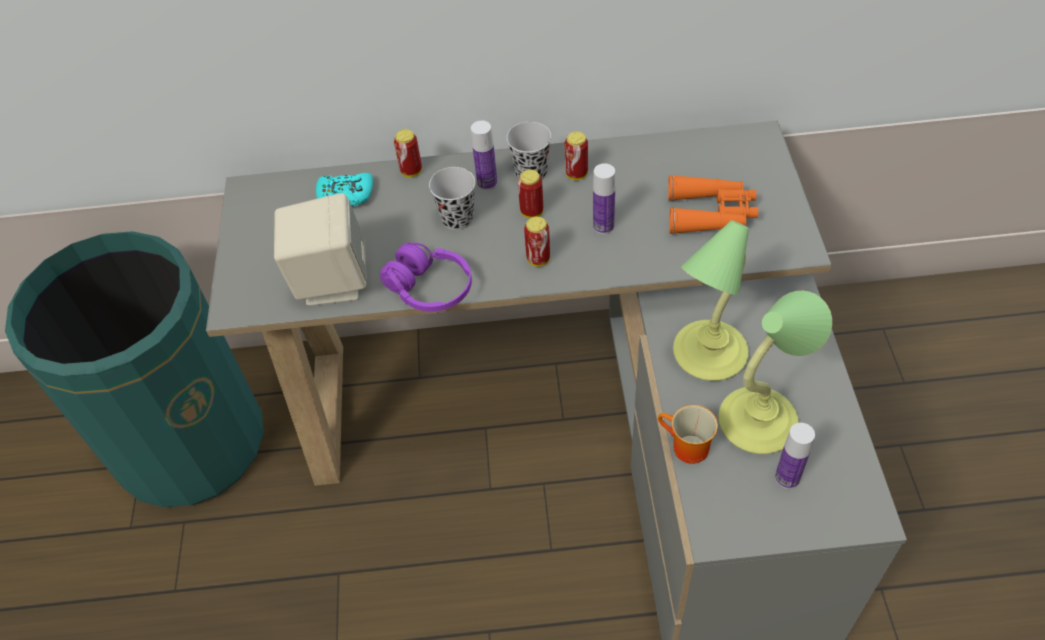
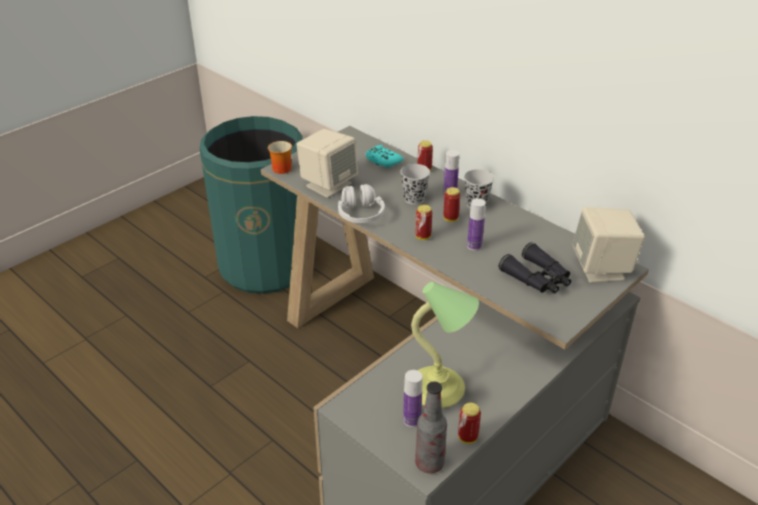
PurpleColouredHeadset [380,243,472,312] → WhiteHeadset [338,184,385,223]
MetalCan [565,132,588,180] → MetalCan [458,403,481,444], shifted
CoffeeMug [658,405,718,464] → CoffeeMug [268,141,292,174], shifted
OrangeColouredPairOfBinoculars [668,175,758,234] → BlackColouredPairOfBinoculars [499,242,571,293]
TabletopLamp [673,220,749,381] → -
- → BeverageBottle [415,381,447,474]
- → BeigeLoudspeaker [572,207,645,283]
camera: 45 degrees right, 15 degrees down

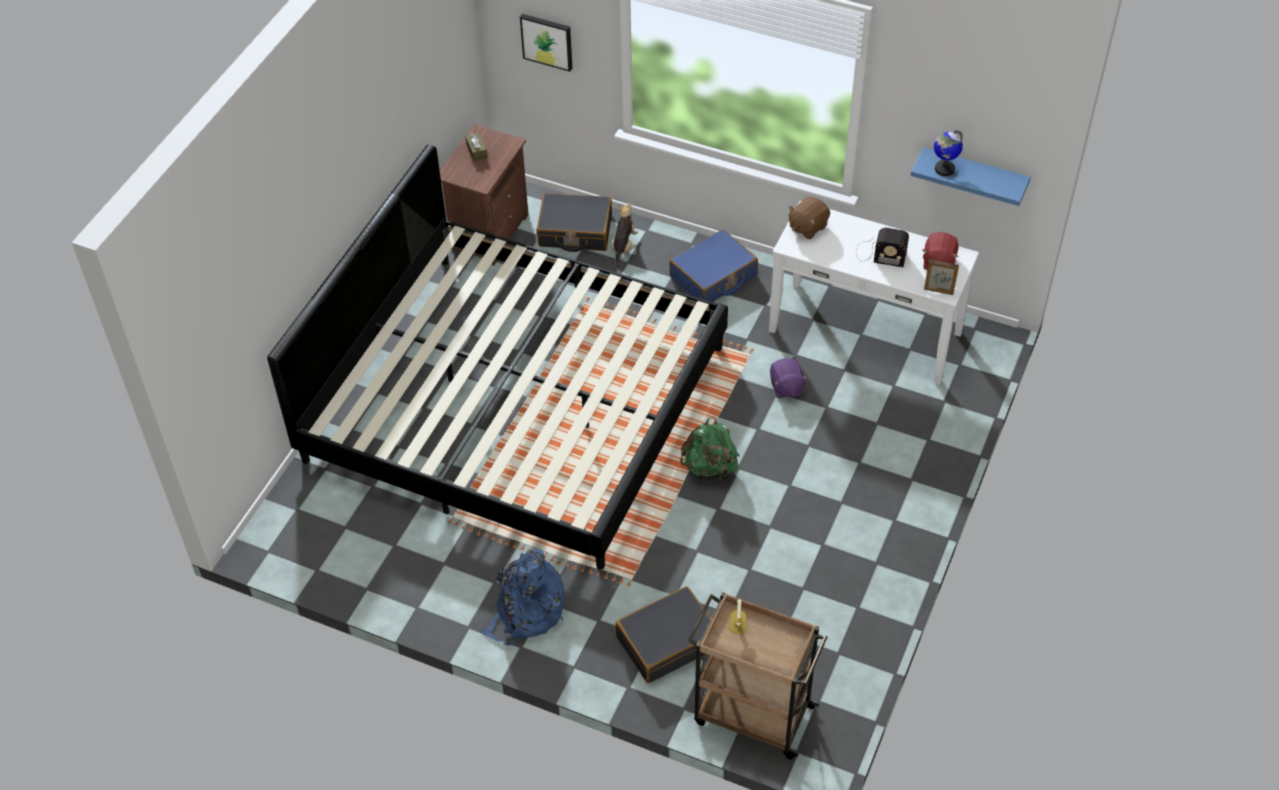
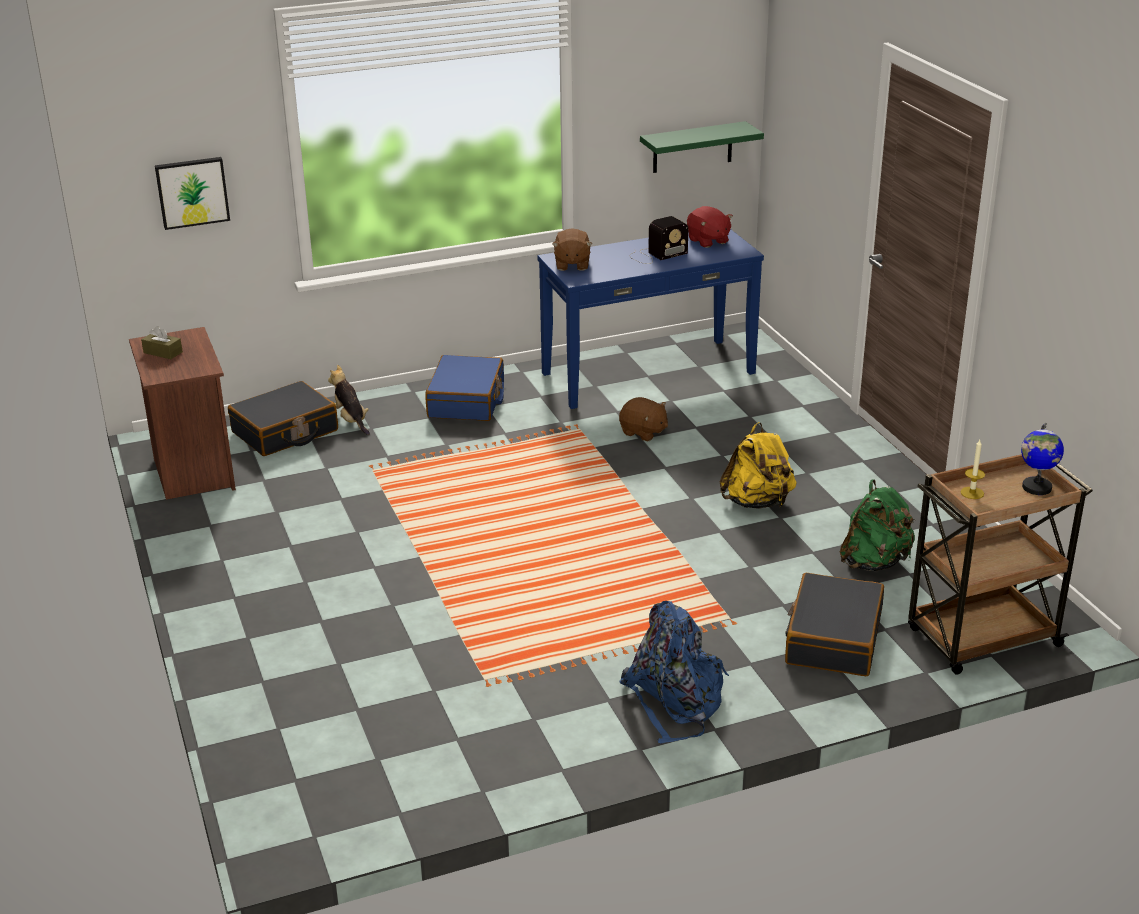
Bed [267,145,728,570] → -
GreenColouredBackpack [680,416,740,481] → GreenColouredBackpack [840,480,915,571], shifted
WhiteHallTable [769,201,979,385] → BluishHallTable [537,229,764,409]
PurpleColouredPlushToy [770,358,808,398] → BrownishPlushToy [619,397,668,442]
BluishShelf [911,147,1031,206] → GreenColouredShelf [640,121,764,173]
StandingFrame [924,259,959,295] → -
Globe [934,130,963,176] → Globe [1021,423,1064,495], shifted
- → YellowBackpack [720,422,797,509]
camera: 45 degrees left, 20 degrees down

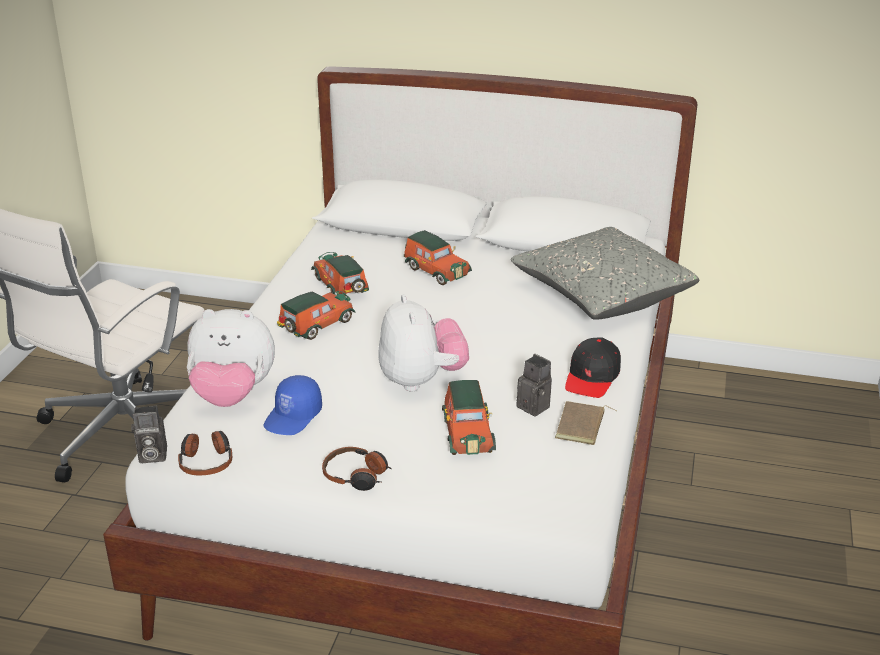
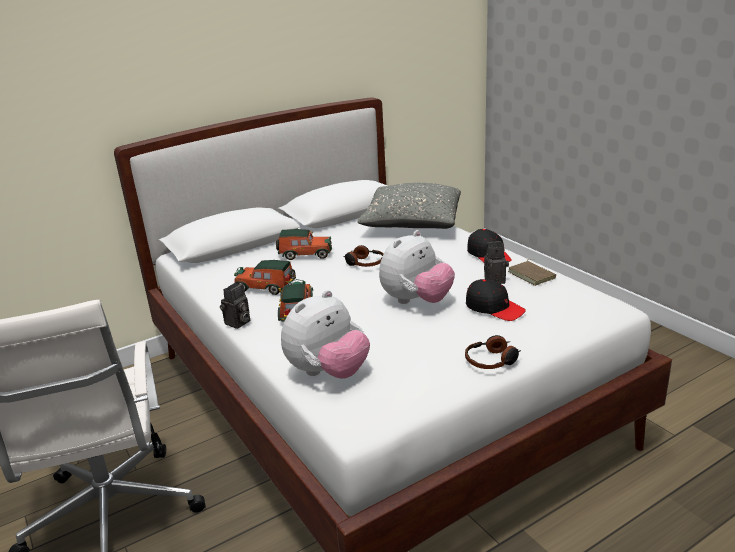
StillCamera [131,406,167,463] → StillCamera [220,283,250,329], shifted
Headset [178,431,232,476] → Headset [344,245,384,267], shifted
BluishCap [263,375,322,435] → -
PlushToy [378,294,469,392] → PlushToy [379,230,455,304], 105 degrees clockwise
ModelCar [442,380,496,455] → BlackColouredCap [466,279,526,321]
camera: 45 degrees left, 5 degrees down

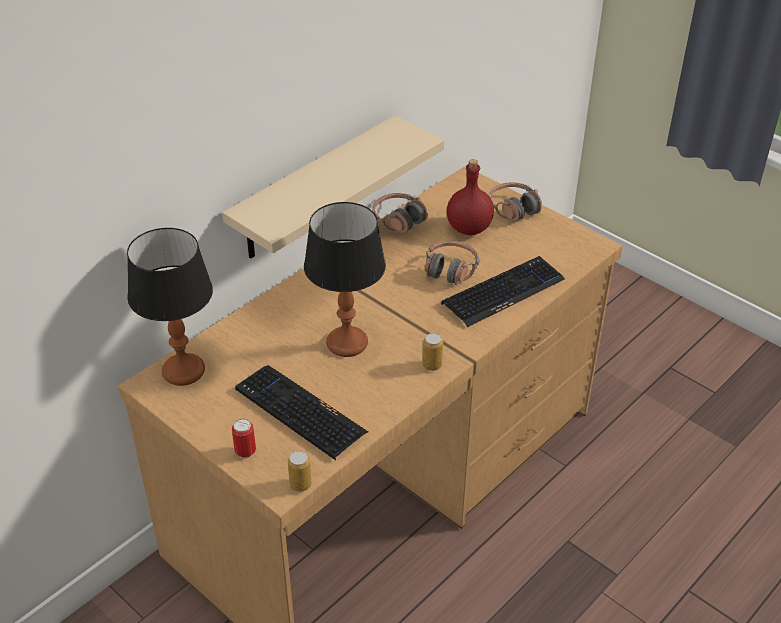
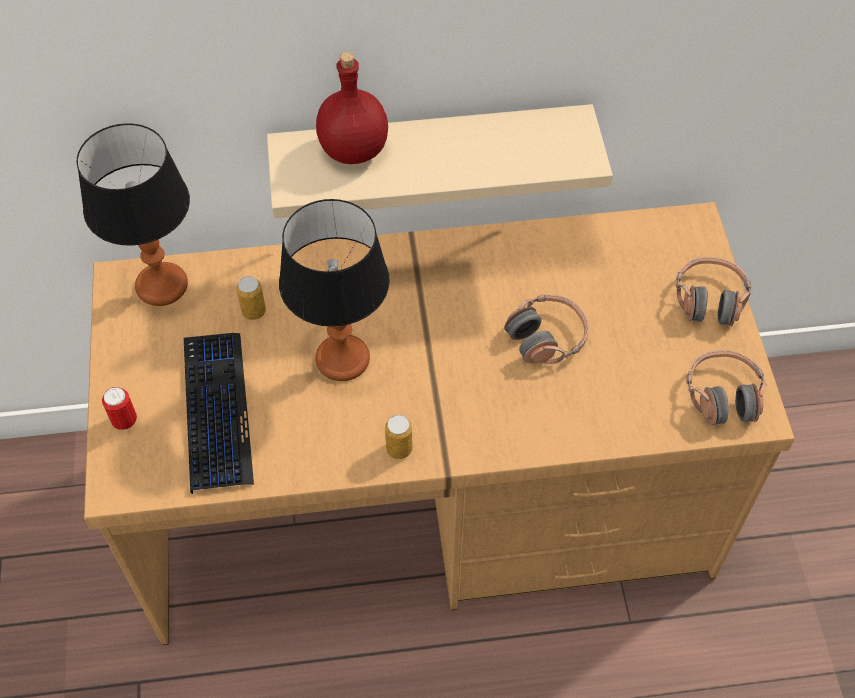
MetalCan [288,451,311,492] → MetalCan [236,276,266,320], shifted
Headset [372,193,428,233] → Headset [686,350,767,425], shifted
ComputerKeyboard [441,256,565,327] → -
RedBeverageBottle [447,159,494,235] → RedBeverageBottle [316,52,388,164], shifted
camera: 40 degrees right, 15 degrees up

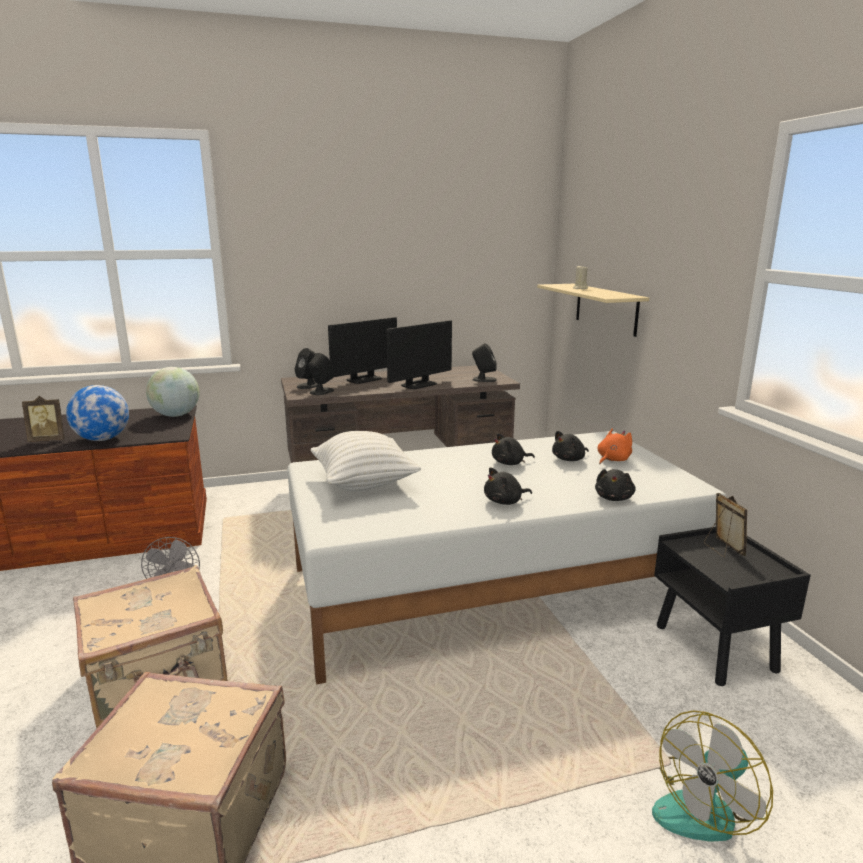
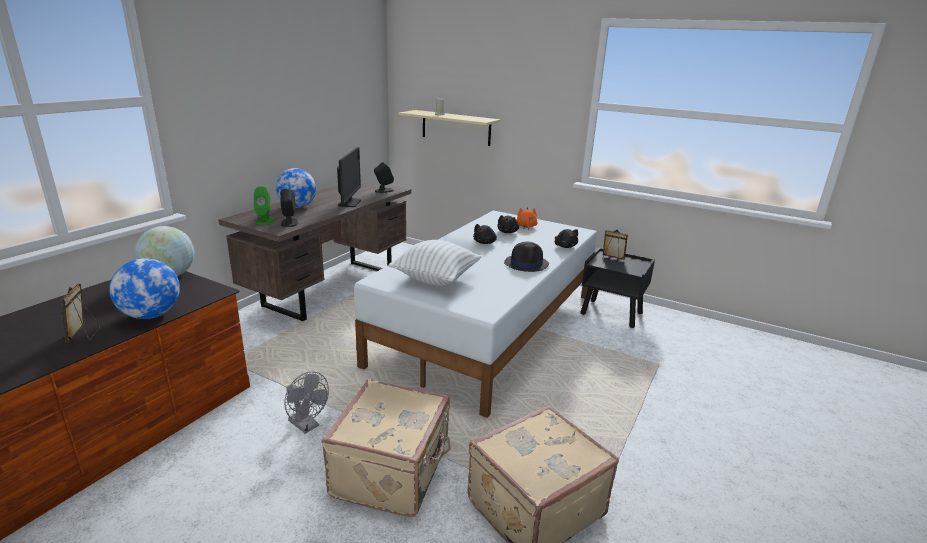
StandingFrame [22,396,65,442] → StandingFrame [61,284,100,343], 135 degrees clockwise
BlackColouredLoudspeaker [295,348,318,389] → GreenColouredLoudspeaker [254,186,274,225]
Monitor [328,317,397,384] → Globe [275,168,316,208]
BlackColouredPlushToy [484,468,532,505] → BlackColouredClothingHat [504,242,549,272]
CoolingFan [652,711,773,842] → -
camera: 45 degrees left, 5 degrees up

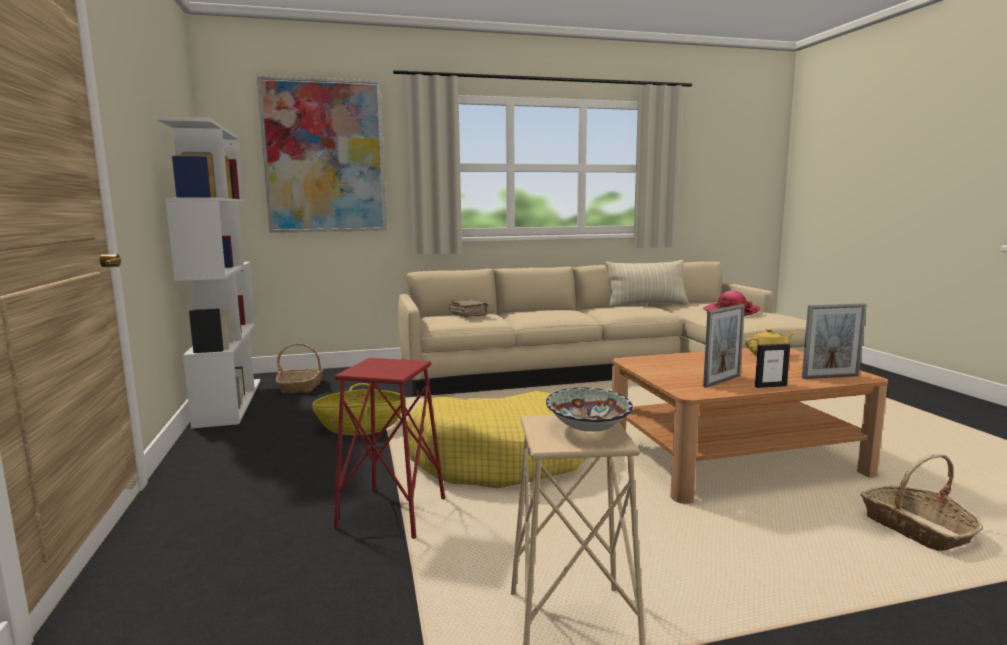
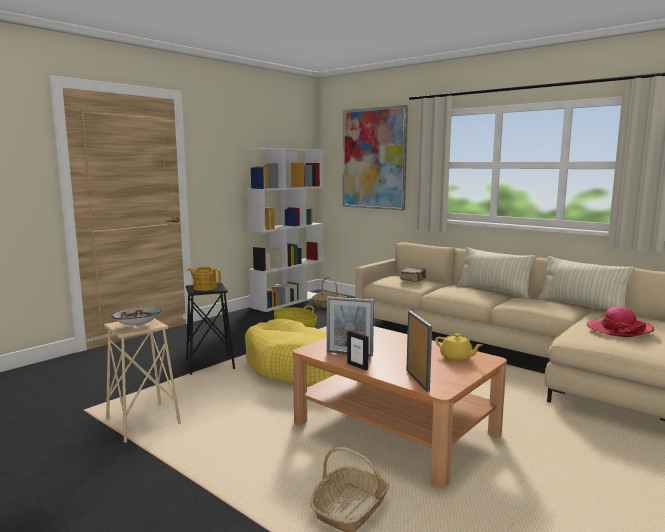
RedSittingStool [334,358,445,539] → BlackColouredSittingStool [186,283,235,375]
StandingFrame [802,303,866,379] → StandingFrame [406,311,432,392], 150 degrees counterclockwise
- → PotForTea [187,267,221,291]
- → BeigePillow [458,247,537,298]
camera: 55 degrees right, 0 degrees up

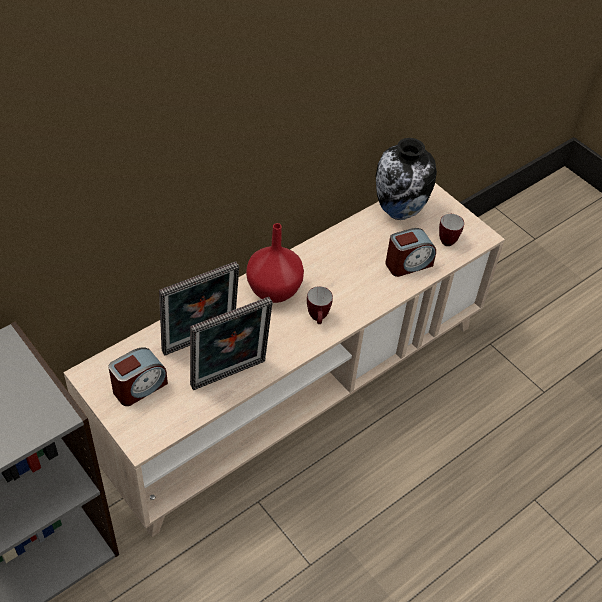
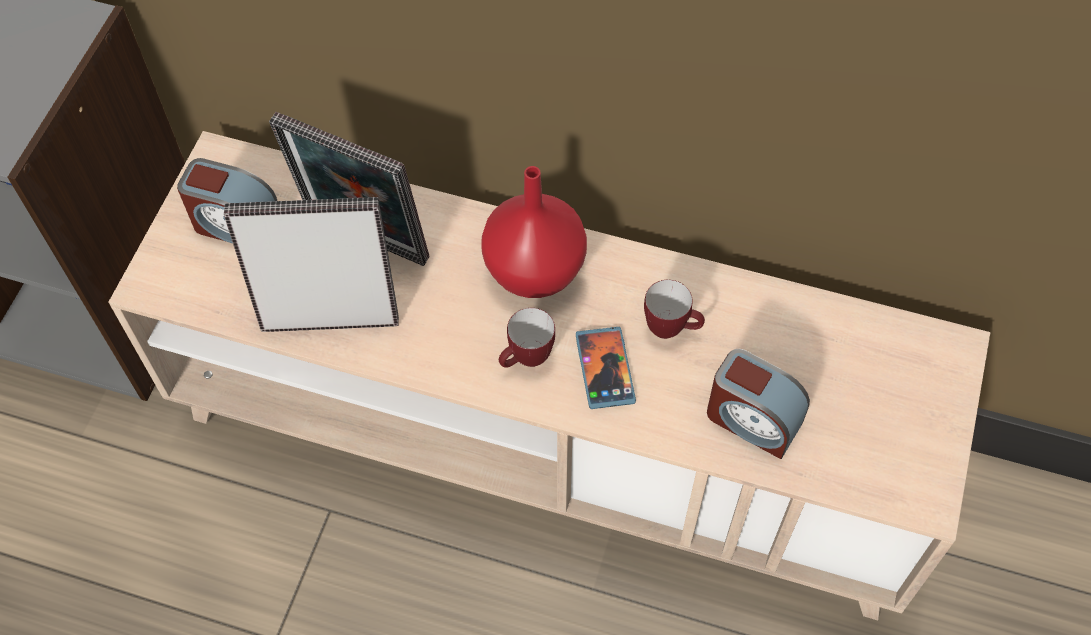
StandingFrame [190,297,273,390] → StandingFrame [224,197,399,332], 150 degrees clockwise
DecorativeVase [376,138,437,220] → -
CoffeeMug [439,214,464,246] → CoffeeMug [644,280,705,339], shifted
- → Phone [576,327,636,409]
camera: 60 degrees right, 10 degrees up

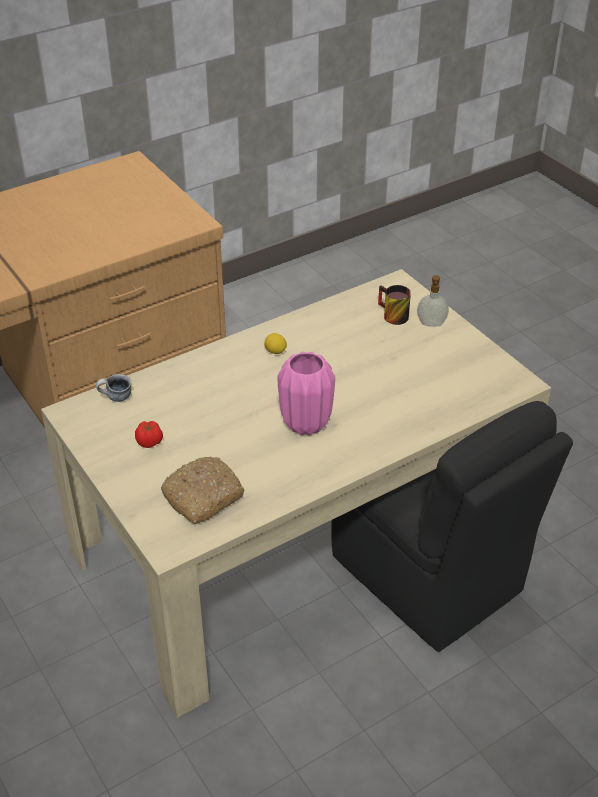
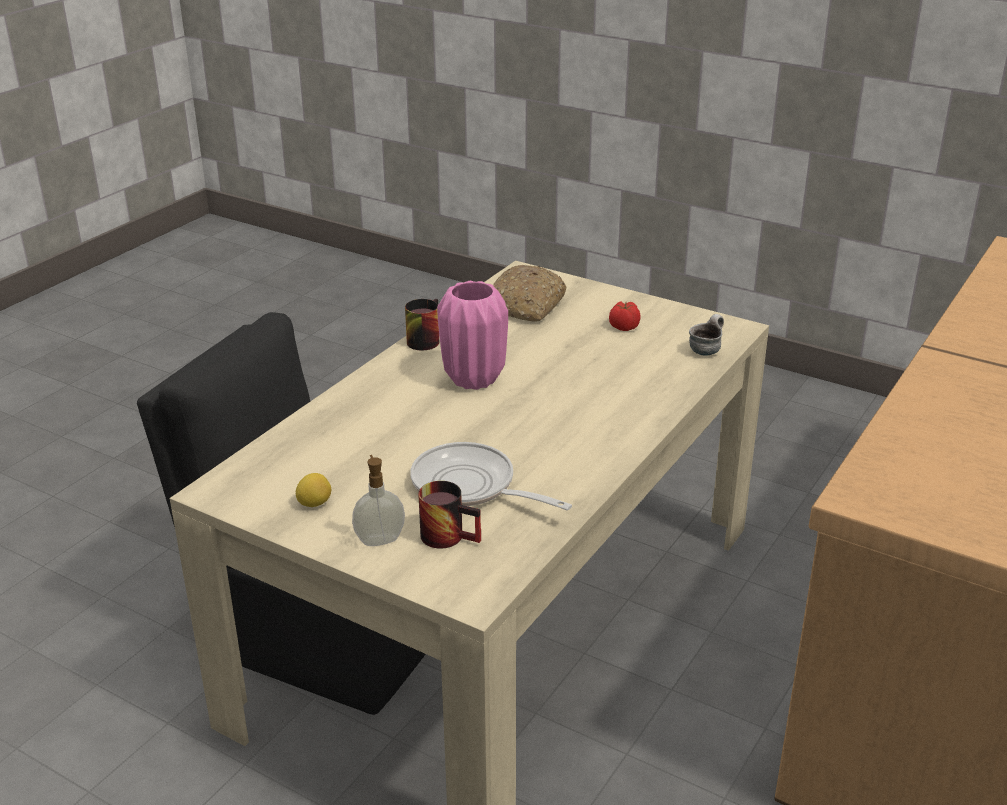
WholeLemon [264,333,287,354] → WholeLemon [296,473,331,507], shifted
- → CoffeeMug [405,299,439,350]
- → FryingPan [411,442,572,510]
camera: 155 degrees right, 10 degrees down

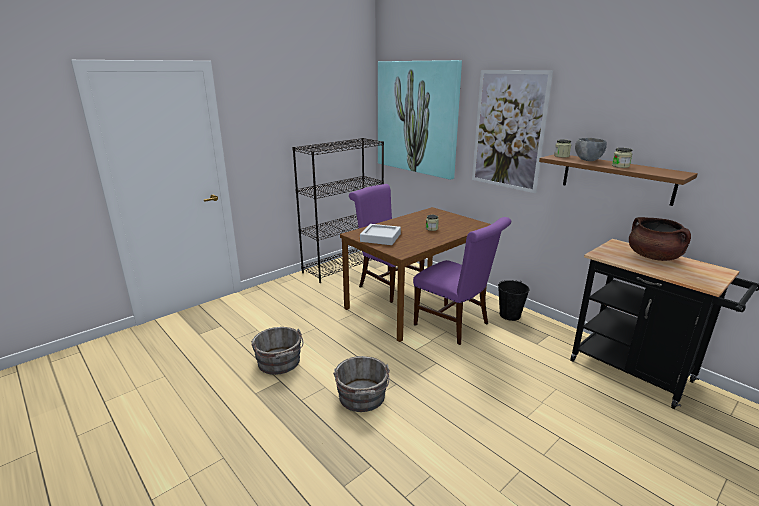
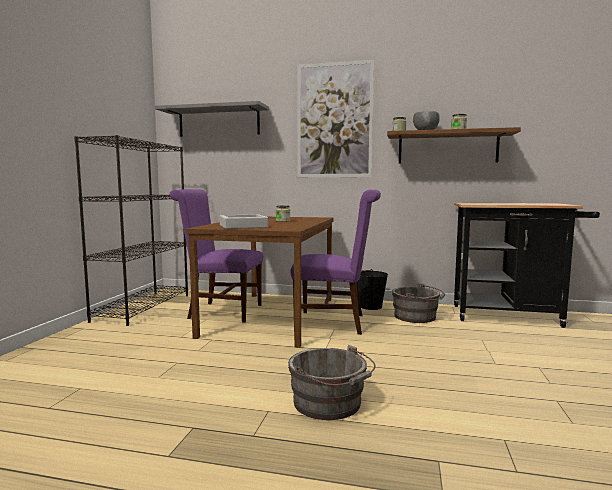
GreyPail [251,327,303,375] → GreyPail [392,283,445,323], shifted
WallPicture [378,60,462,180] → GreyShelf [155,101,269,137]
BrownishCookingPot [629,217,691,261] → -
camera: 35 degrees left, 15 degrees down

